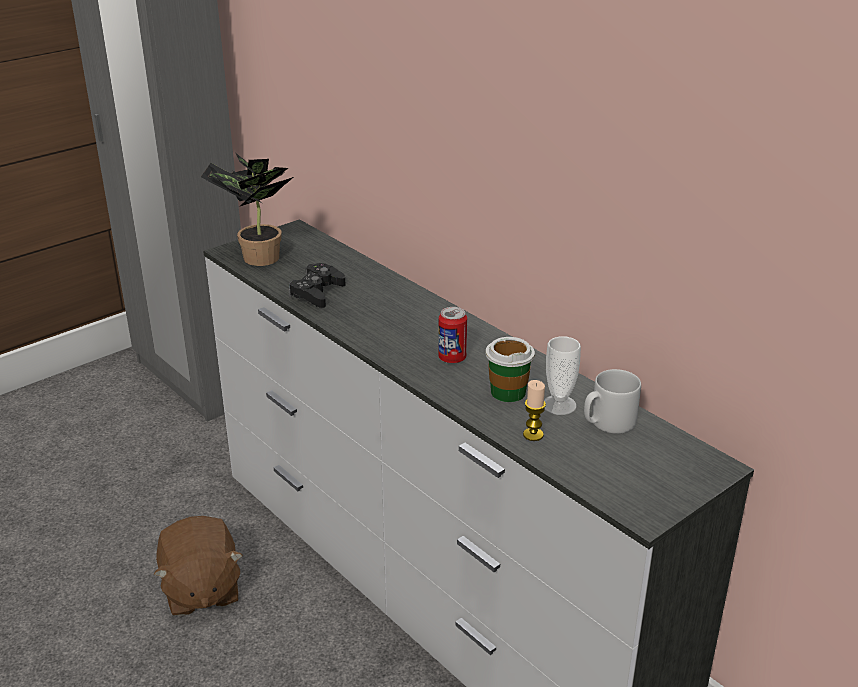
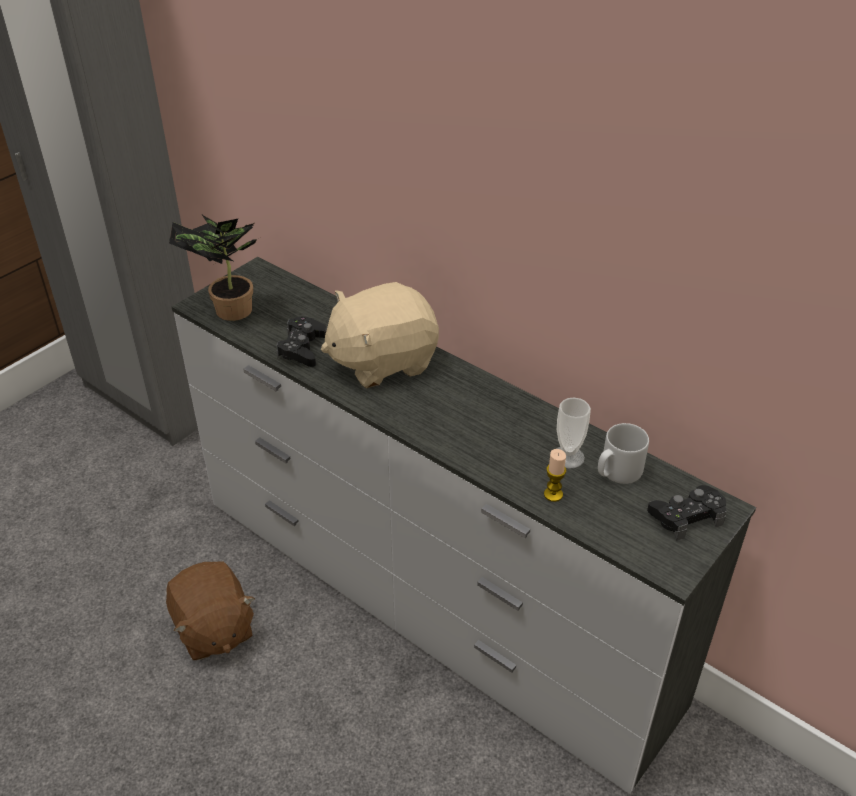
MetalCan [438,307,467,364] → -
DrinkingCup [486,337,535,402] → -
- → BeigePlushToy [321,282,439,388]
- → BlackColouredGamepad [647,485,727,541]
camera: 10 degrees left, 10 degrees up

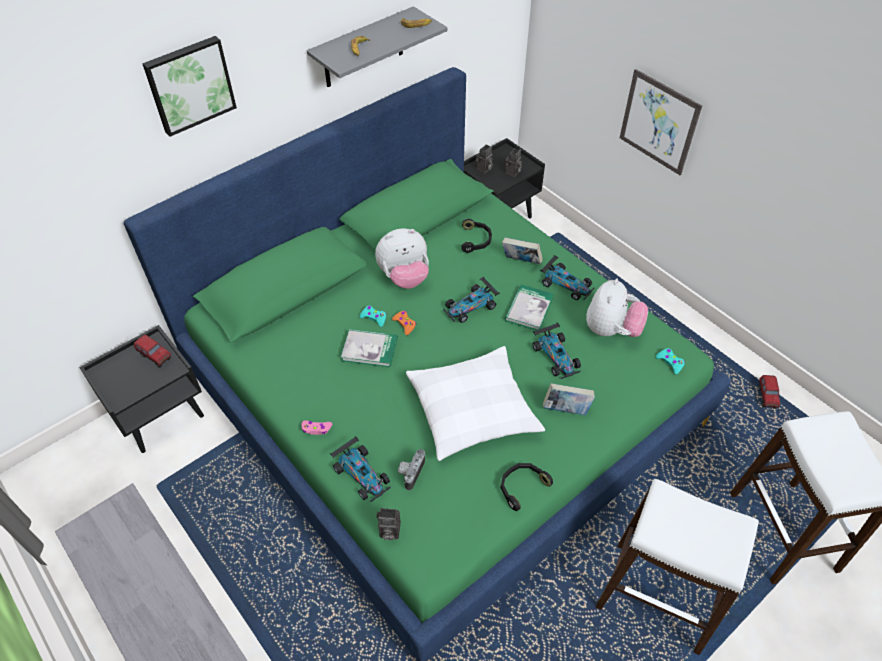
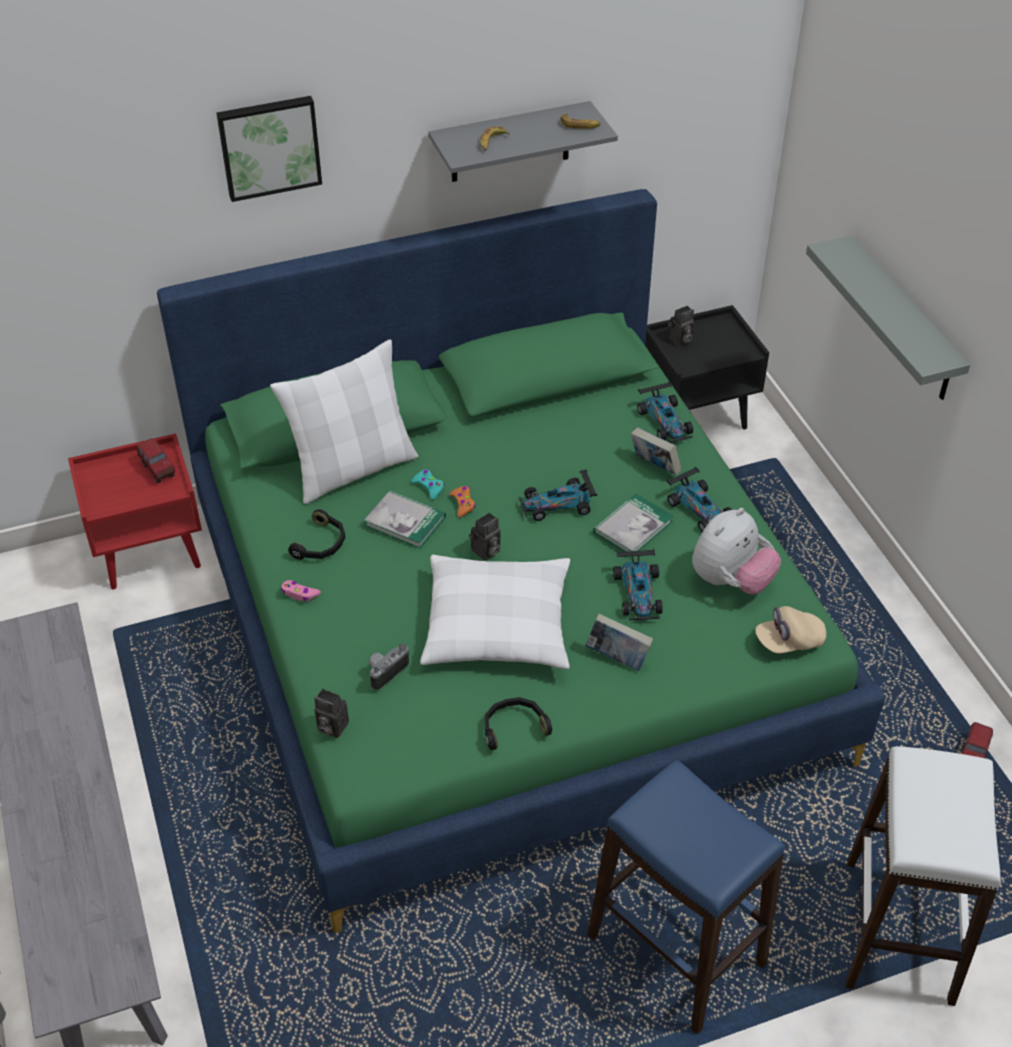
BlackColouredBedsideTable [79,325,204,453] → RedBedsideTable [68,433,202,589]
ModelCar [330,436,391,502] → ModelCar [637,381,693,443], shifted
PlushToy [375,229,429,289] → -
BlackColouredHeadset [461,219,492,253] → BlackColouredHeadset [288,509,345,560], shifted
StillCamera [504,148,522,177] → StillCamera [469,513,500,561], shifted
WhiteSittingStool [596,479,759,655] → BluishSittingStool [587,760,785,1035]
WallPicture [620,69,702,175] → GreyShelf [806,235,970,400]
TurquoiseGamepad [656,348,685,374] → BeigeCap [755,606,827,654]
- → WhitePillow [270,339,418,504]
camera: 20 degrees right, 5 degrees down

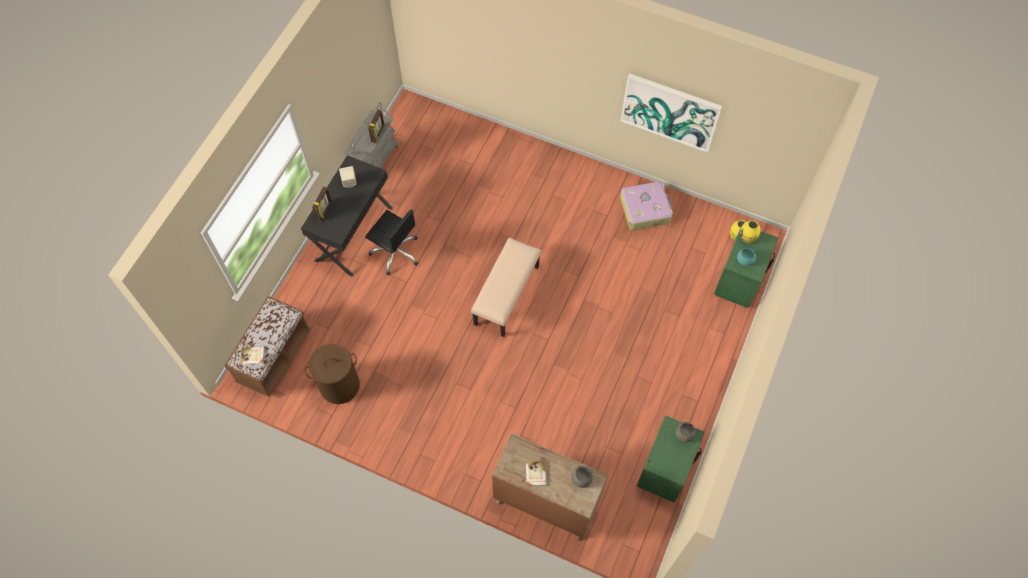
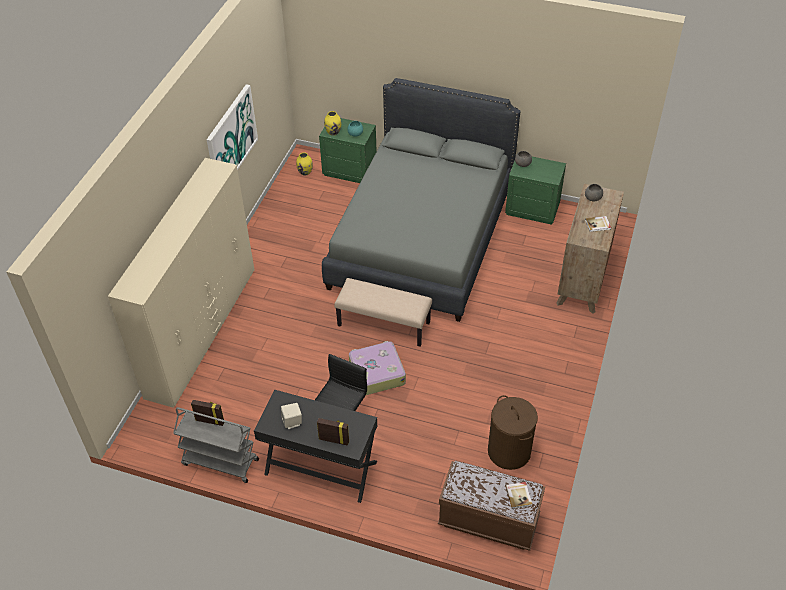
PieceOfLuggage [620,182,673,230] → PieceOfLuggage [349,341,406,395], shifted
- → BeigeArmoire [108,158,254,407]
- → GreyBed [322,78,521,322]
camera: 95 degrees left, 15 degrees down

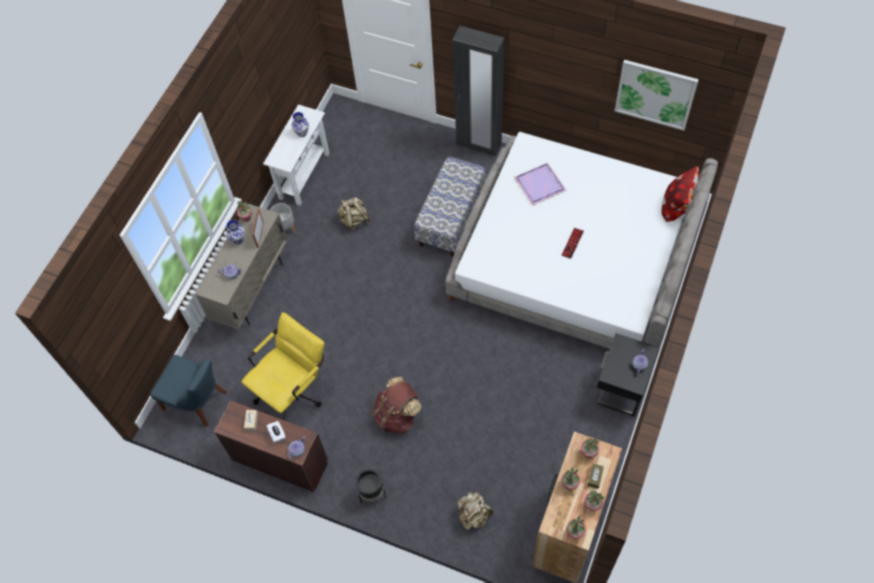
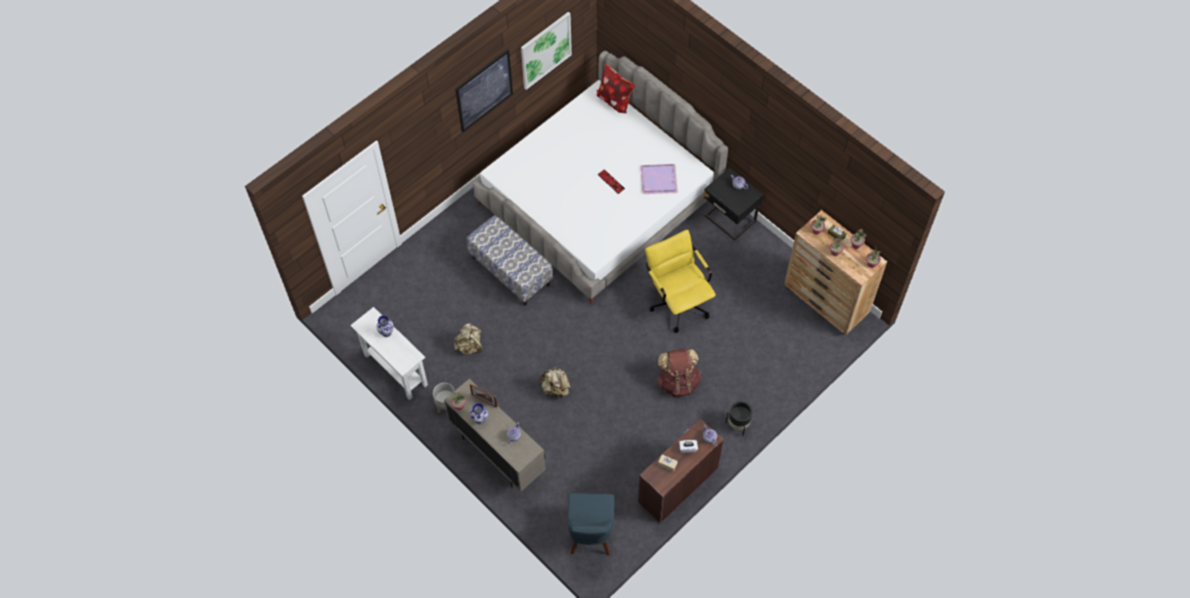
BluishPlainChair [150,355,227,427] → BluishPlainChair [567,493,614,555], 135 degrees clockwise
YellowComputerChair [242,312,324,421] → YellowComputerChair [645,230,716,333], shifted
BlackColouredArmoire [452,26,504,156] → -
BeigeBackpack [457,492,493,530] → BeigeBackpack [540,367,570,398], shifted
PurpleColouredCarryingTray [514,163,567,206] → PurpleColouredCarryingTray [640,164,678,194], shifted
- → WallPicture [455,50,513,132]
camera: 70 degrees left, 0 degrees up

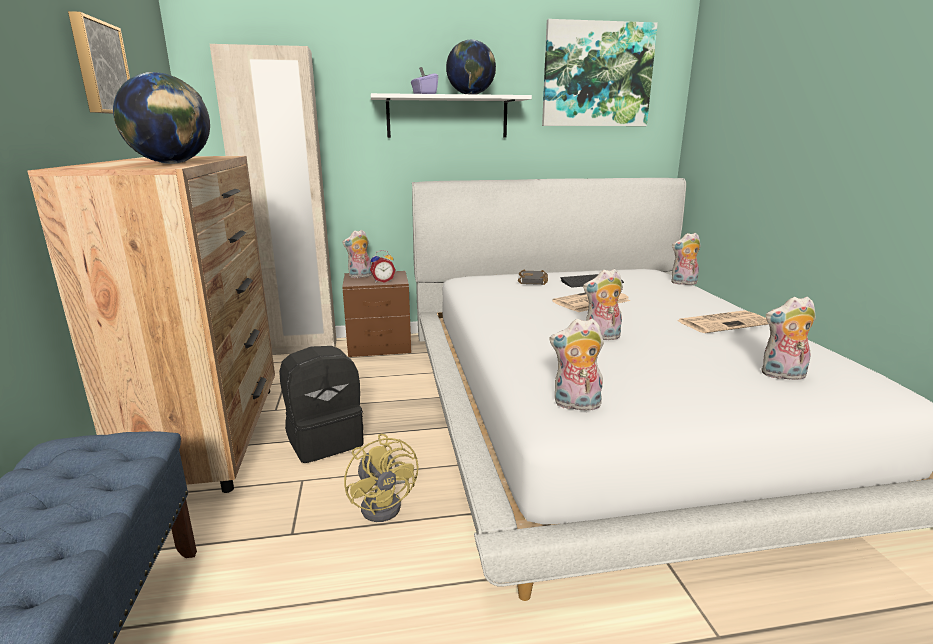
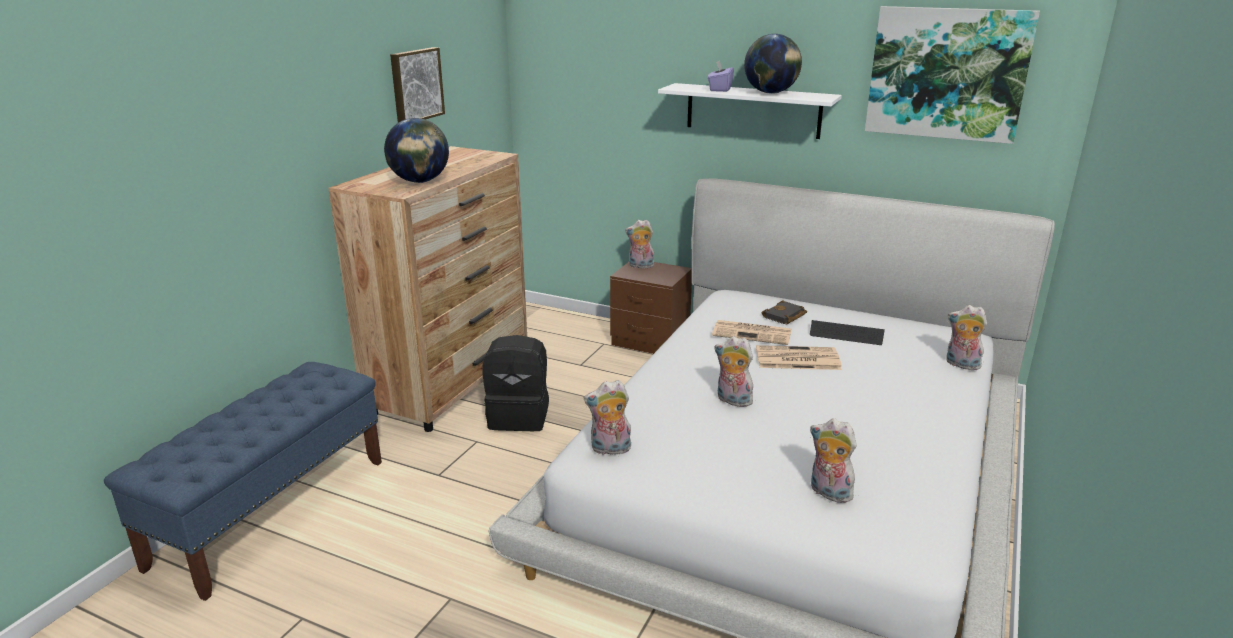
BeigeArmoire [210,44,336,355] → -
YellowCoolingFan [344,434,418,522] → -
TableClock [370,250,395,283] → -
PlushToy [550,318,604,413] → PlushToy [584,380,633,455], 45 degrees counterclockwise
Newspaper [678,310,768,333] → Newspaper [712,320,791,345], shifted
camera: 35 degrees right, 5 degrees up

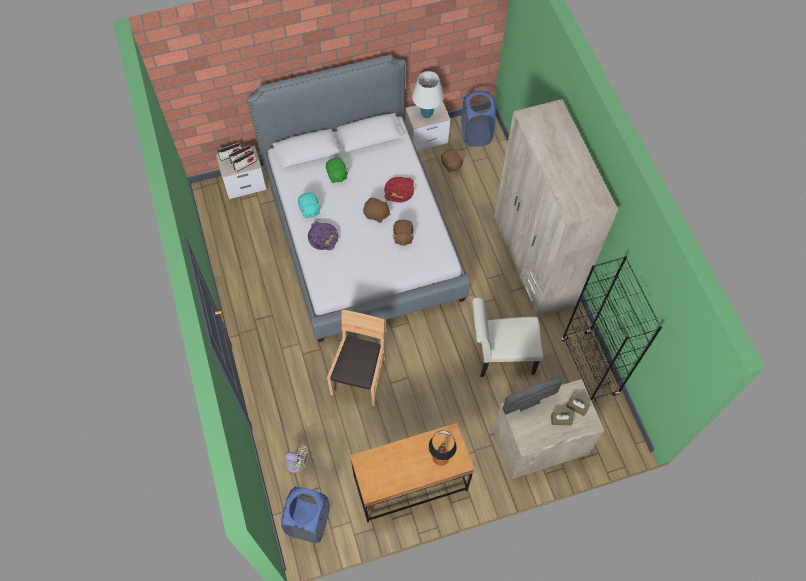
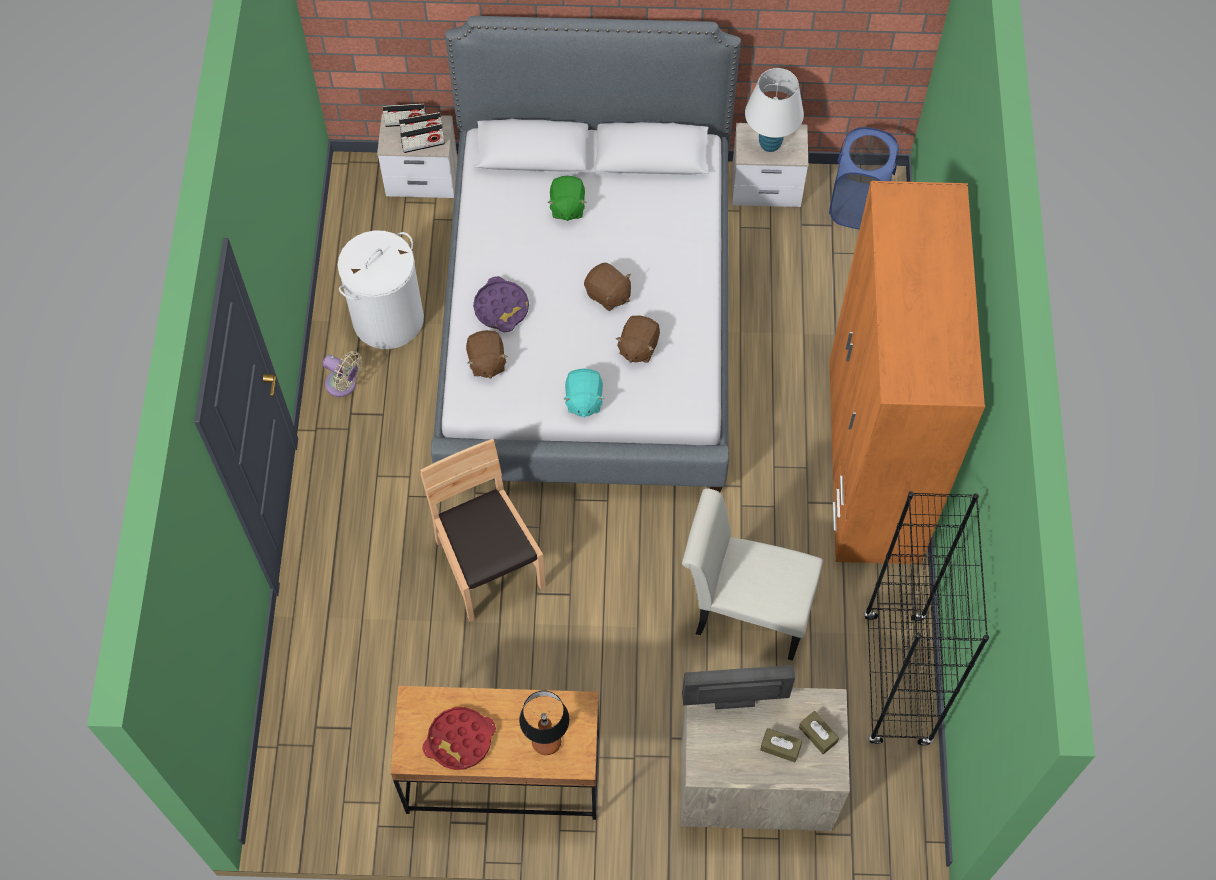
BluishWashingBasket [281,487,330,543] → -
BeigeCoolingFan [285,445,308,473] → BeigeCoolingFan [323,351,362,397], shifted
TurquoisePlushToy [298,192,321,218] → TurquoisePlushToy [563,369,604,418], shifted
BrownishPlainChair [327,310,386,406] → BrownishPlainChair [420,439,546,622], 60 degrees counterclockwise
RedCarryingTray [384,177,414,203] → RedCarryingTray [422,707,496,770], shifted
BrownishPlushToy [441,149,464,172] → BrownishPlushToy [466,330,508,379], shifted
BeigeArmoire [494,99,618,317] → OrangeColouredArmoire [829,181,985,564]
- → WhiteWashingBasket [338,230,424,349]
camera: 20 degrees right, 0 degrees up

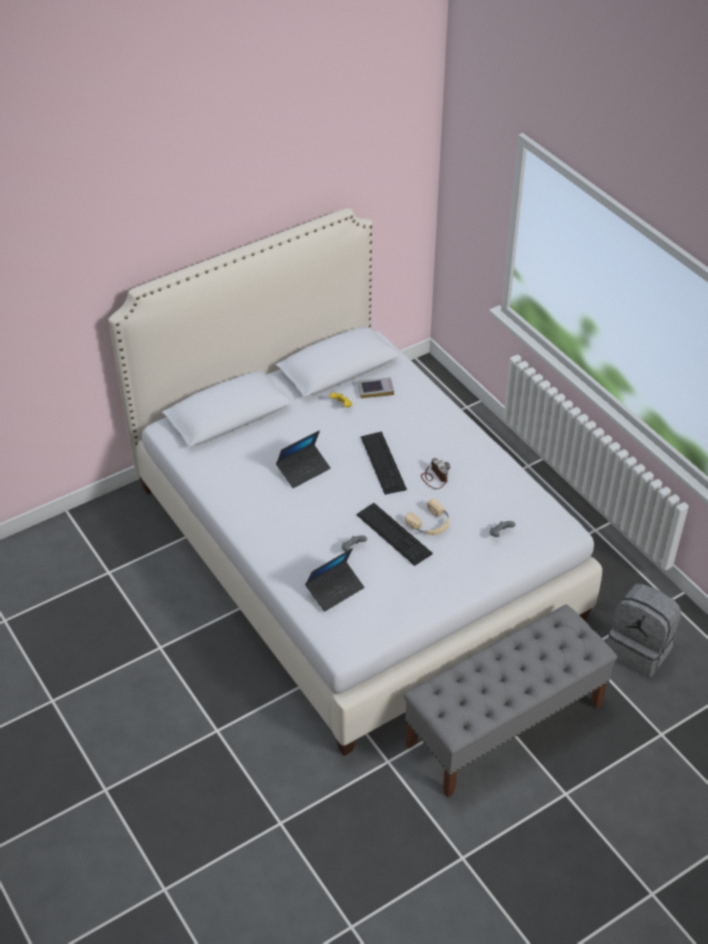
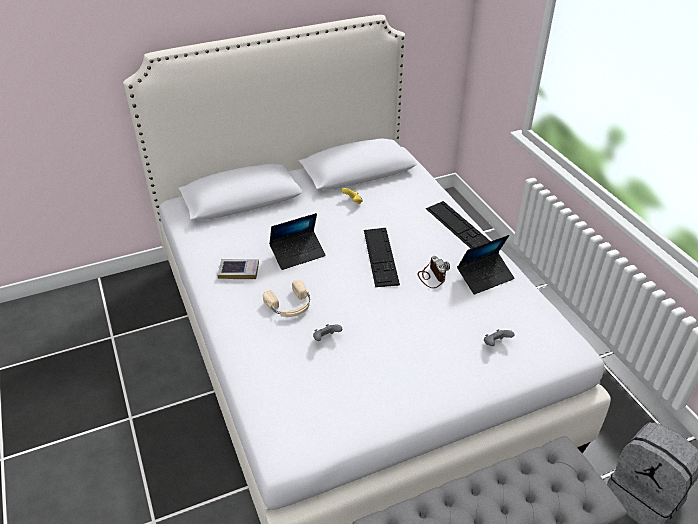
NotebookComputer [305,548,364,612] → NotebookComputer [457,235,515,295], shifted
ComputerKeyboard [356,503,433,566] → ComputerKeyboard [426,201,491,248], shifted
Volume [358,377,394,398] → Volume [217,259,259,279], shifted
BeigeHeadset [405,499,449,535] → BeigeHeadset [263,280,310,317], shifted
camera: 10 degrees right, 5 degrees down

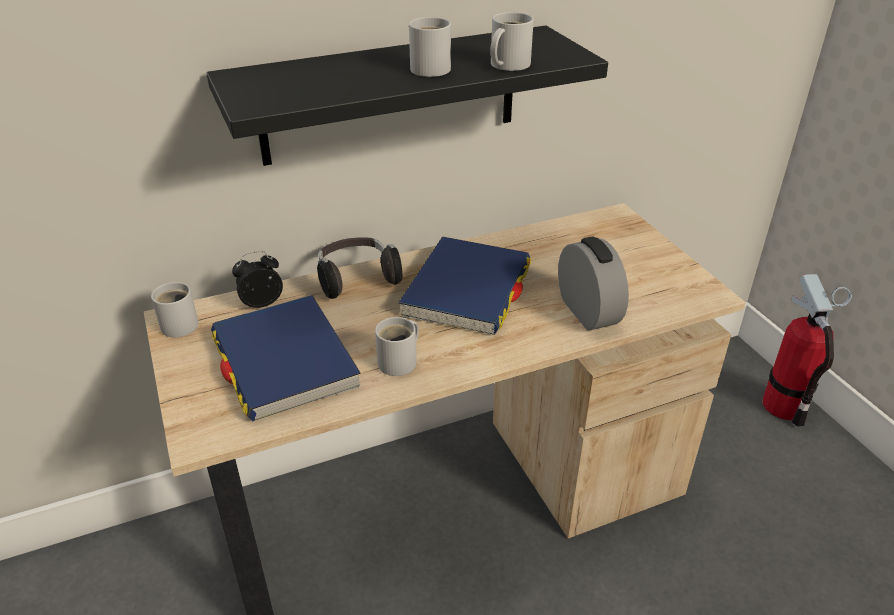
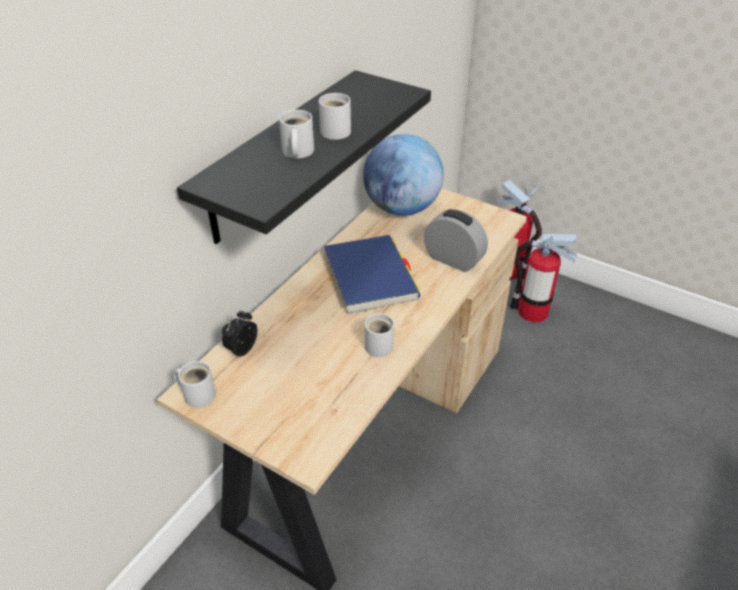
BluishVolume [211,295,361,421] → -
Headset [317,238,403,299] → -
WhiteCoffeeMug [490,12,534,71] → WhiteCoffeeMug [279,110,314,159], shifted
- → Globe [363,134,444,216]
- → FireFightingCylinder [510,234,577,322]
camera: 35 degrees left, 5 degrees up

